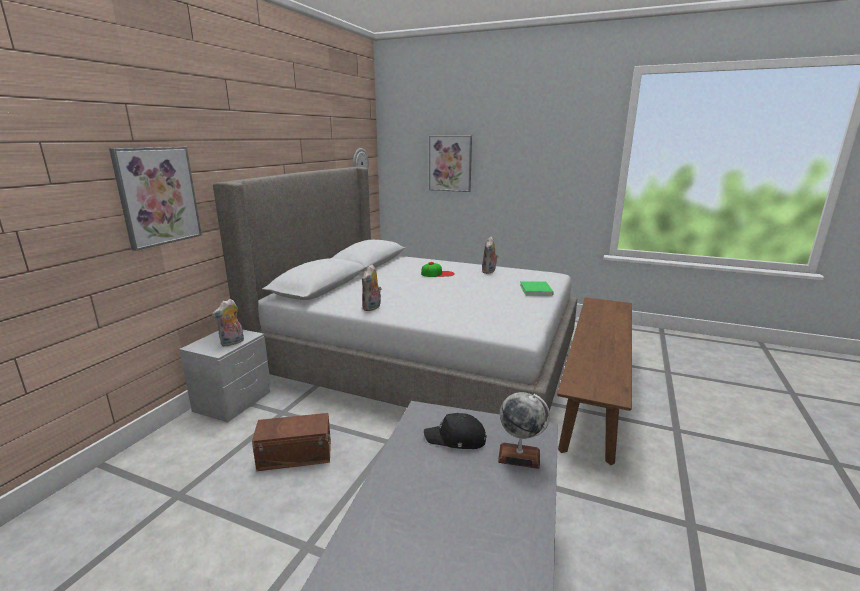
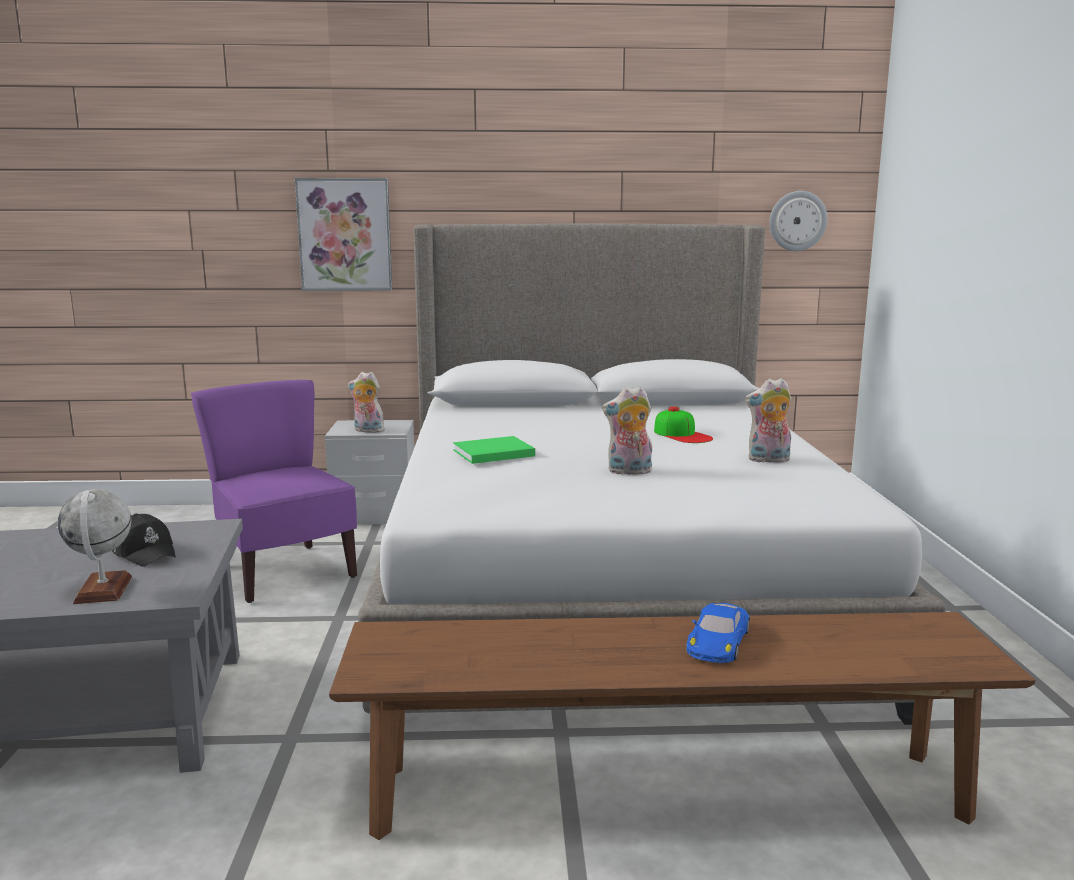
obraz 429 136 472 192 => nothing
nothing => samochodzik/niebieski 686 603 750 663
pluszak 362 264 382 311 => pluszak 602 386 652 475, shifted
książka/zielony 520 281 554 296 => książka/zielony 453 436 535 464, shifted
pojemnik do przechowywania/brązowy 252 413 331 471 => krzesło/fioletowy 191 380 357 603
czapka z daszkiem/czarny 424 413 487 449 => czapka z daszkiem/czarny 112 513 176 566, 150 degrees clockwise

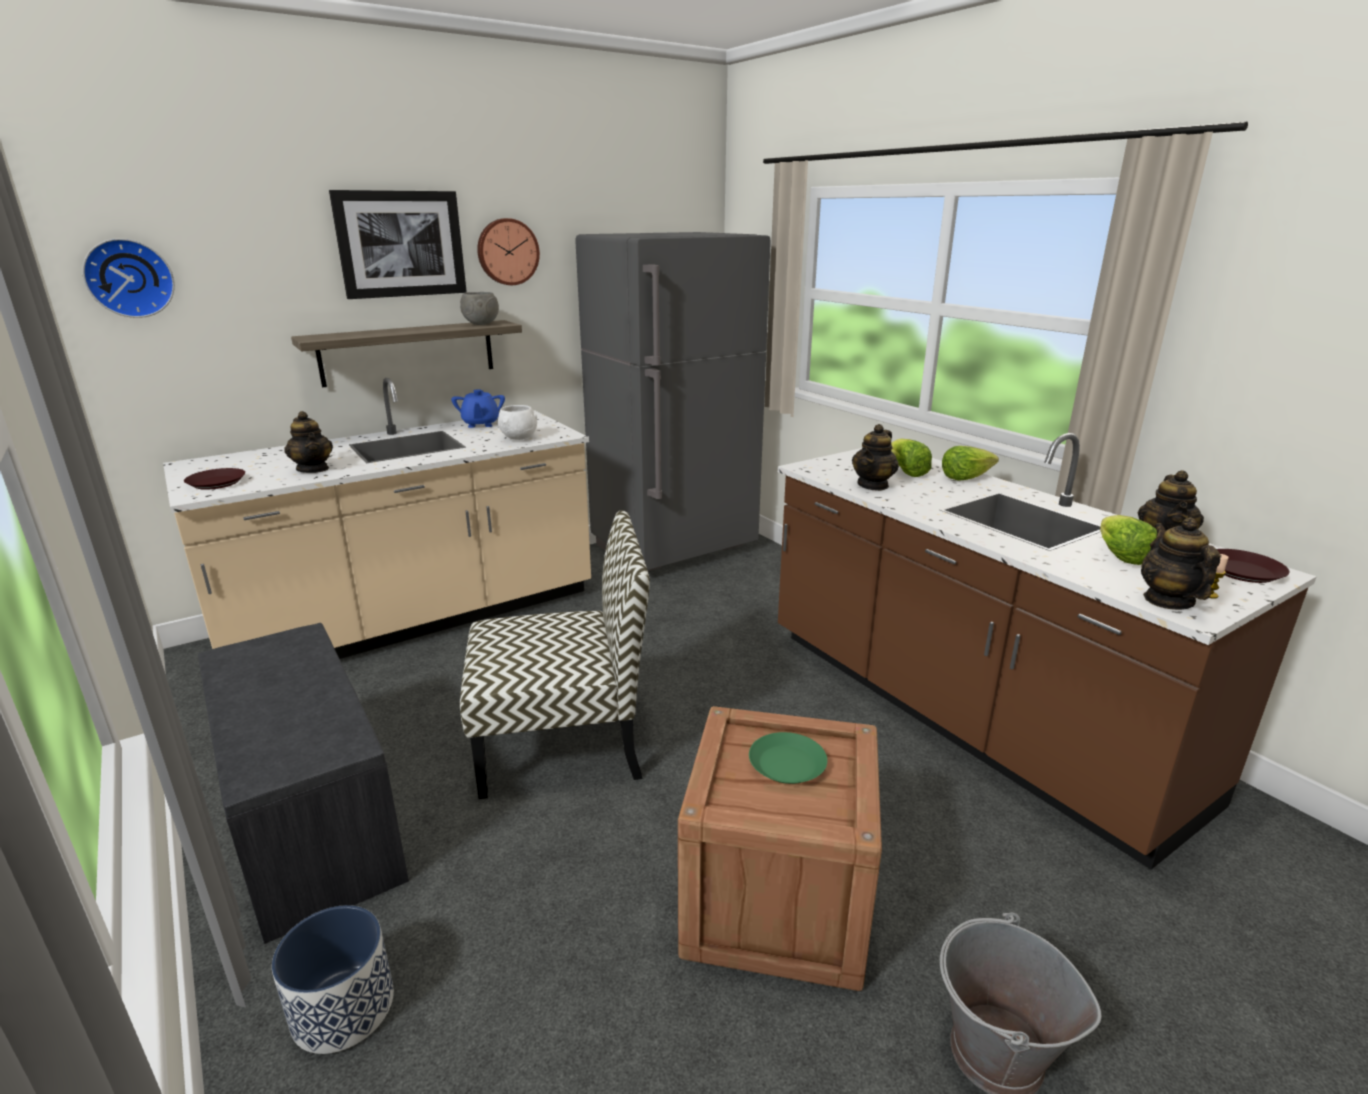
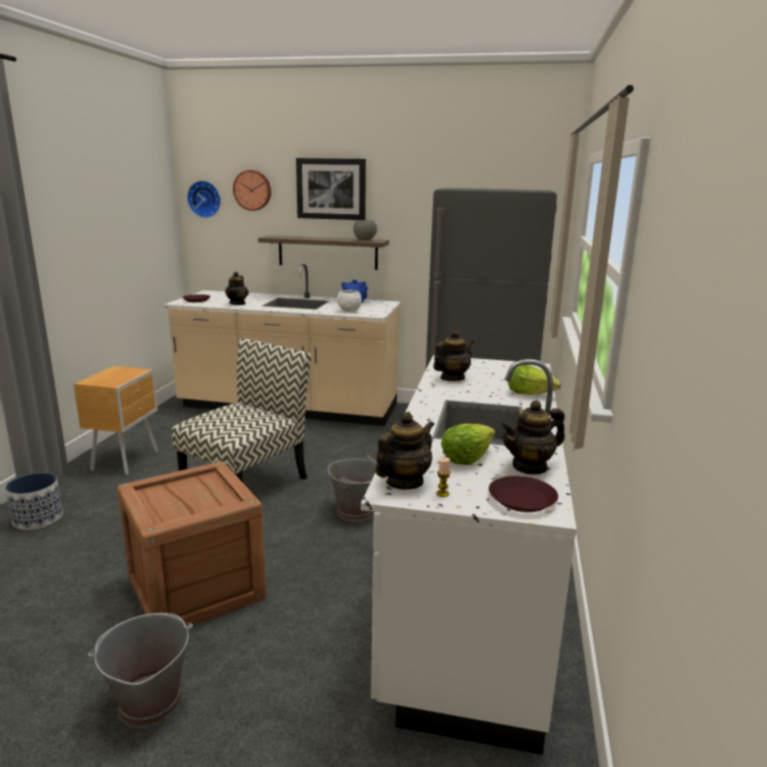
talerz/zielony 749 732 827 784 => nothing
sałata 891 438 932 477 => nothing
nothing => wiadro/szary 328 454 377 522
zegar ścienny 477 218 540 285 => zegar ścienny 233 170 271 211, shifted
ławka/szary 198 623 409 944 => szafka nocna/brązowy 73 366 159 475
zabudowa kuchenna/brązowy 778 433 1317 870 => zabudowa kuchenna/biały 361 355 577 755
krzesło 460 510 650 799 => krzesło 172 338 311 482, 90 degrees counterclockwise
imbryk 852 424 899 491 => imbryk 433 330 474 381, 150 degrees clockwise

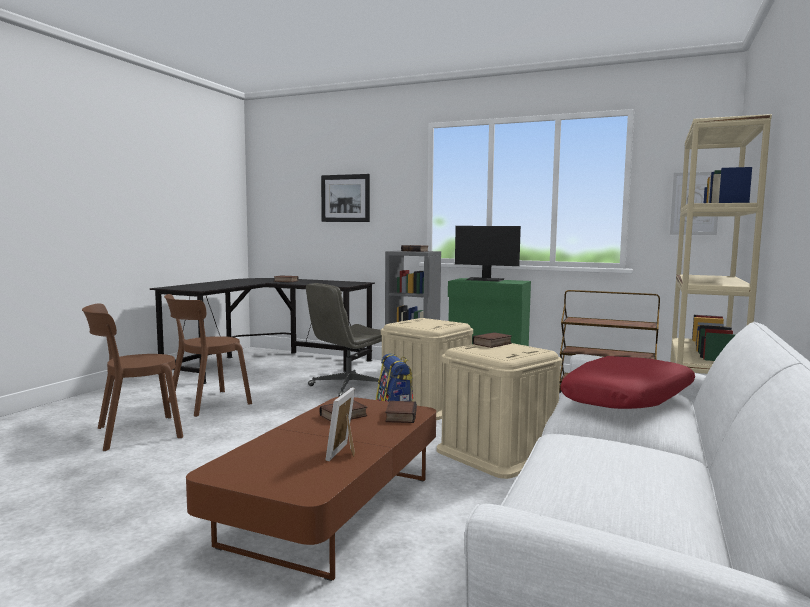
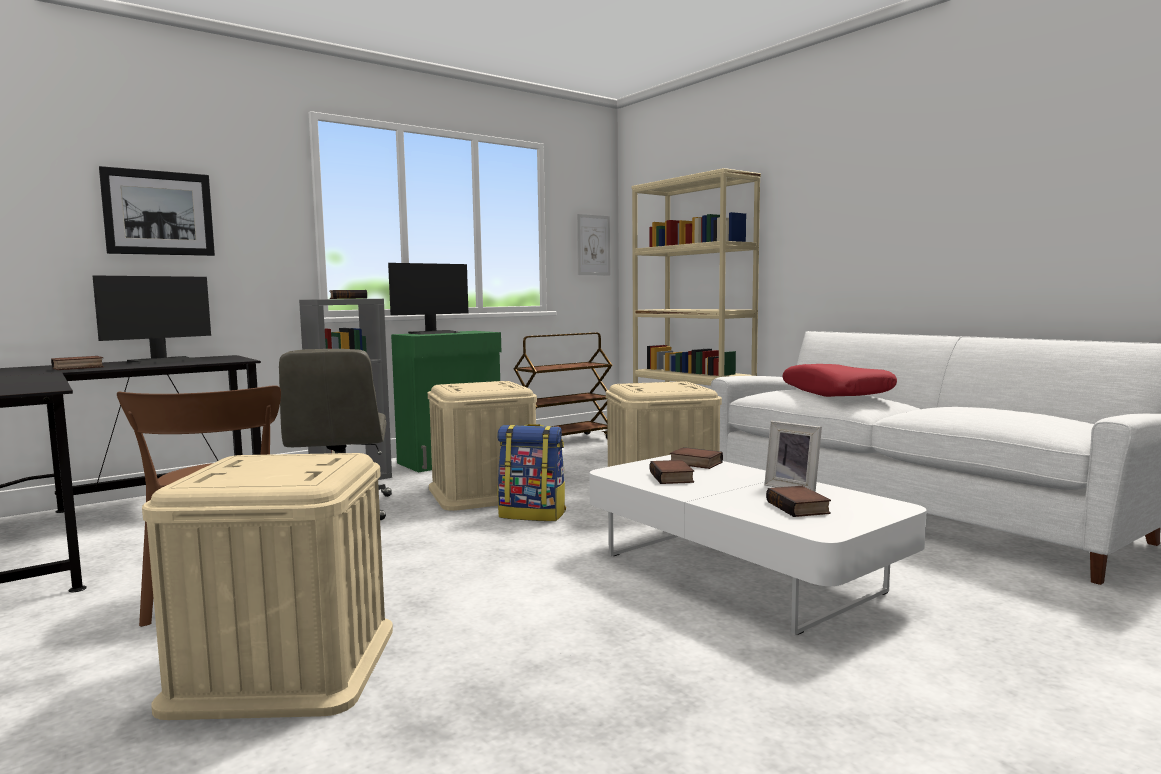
nothing => monitor 93 275 211 364
książka 472 332 512 348 => książka 766 486 831 517, shifted
krzesło/brązowy 82 303 183 451 => pojemnik do przechowywania/beżowy 142 453 393 720
ława/brązowy 186 396 436 581 => ława/biały 590 455 927 635

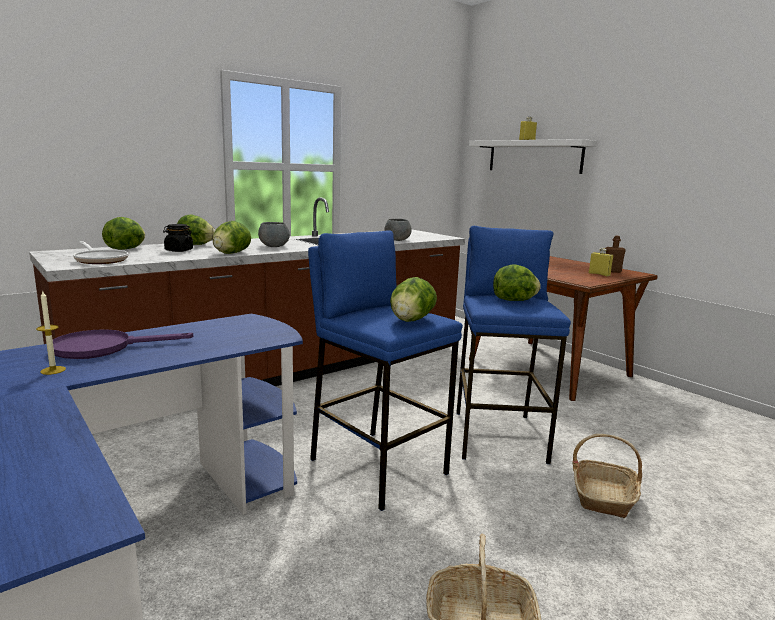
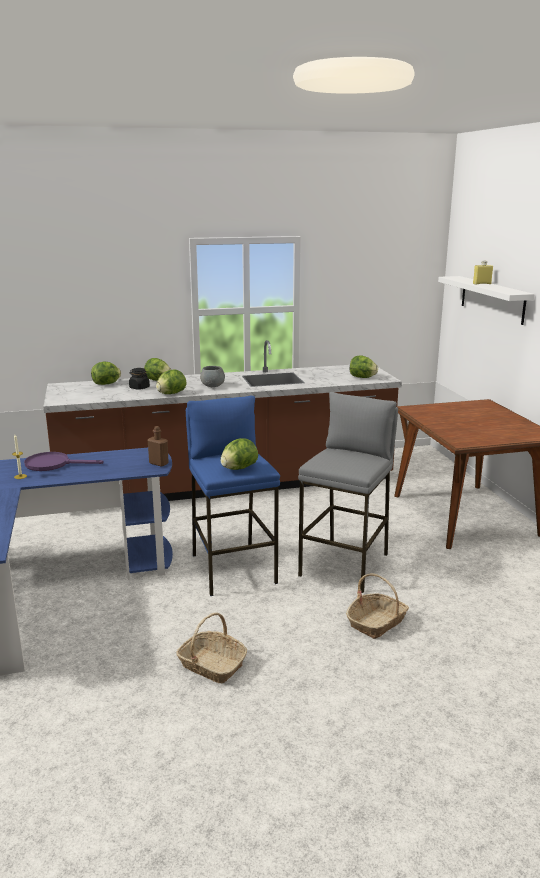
patelnia 73 241 129 264 => nothing
miska/szary 384 219 412 241 => nothing
butelka/żółty 589 248 613 277 => nothing
sałata 493 265 541 301 => sałata 350 355 378 378, shifted
butelka/brązowy 605 236 626 273 => butelka/brązowy 147 426 169 467, shifted
stołek/niebieski 456 226 571 464 => stołek/szary 298 392 398 593

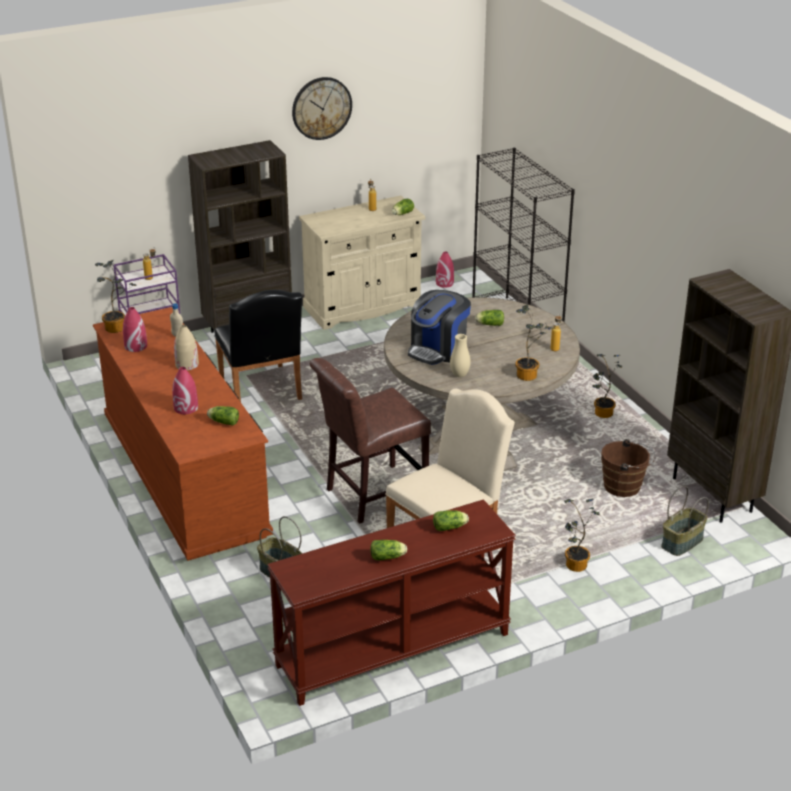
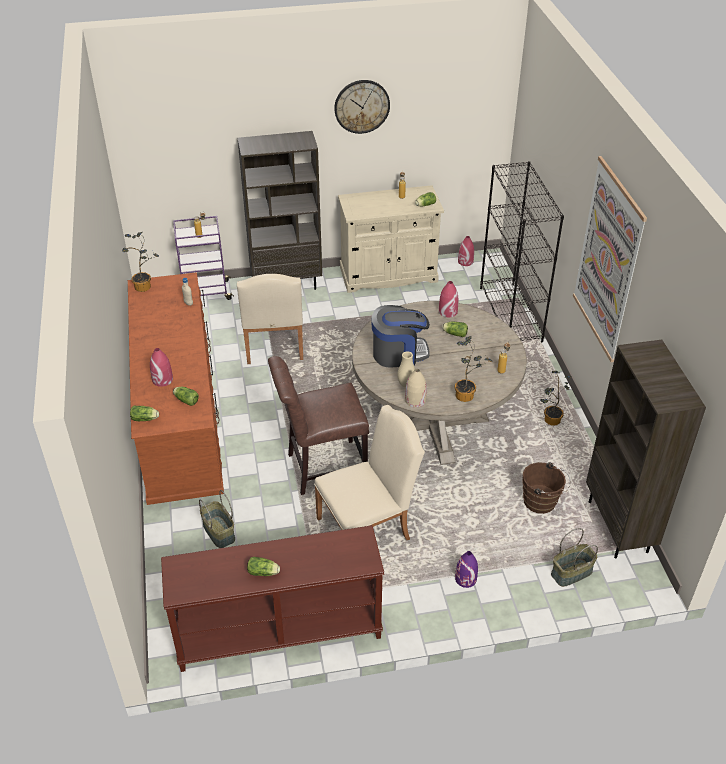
nothing => obraz 573 156 647 362
wazon/czerwony 123 307 147 352 => wazon/czerwony 439 281 458 317, shifted
wazon/beżowy 174 325 199 370 => wazon/beżowy 405 369 427 407, shifted
sałata 433 510 469 531 => sałata 130 405 159 421, shifted
roślina doniczkowa 564 499 600 572 => wazon/fioletowy 455 551 478 588
krzesło/czarny 214 290 302 402 => krzesło/beżowy 237 274 303 364
ekspres do kawy 408 290 471 365 => ekspres do kawy 372 305 430 367, 150 degrees counterclockwise

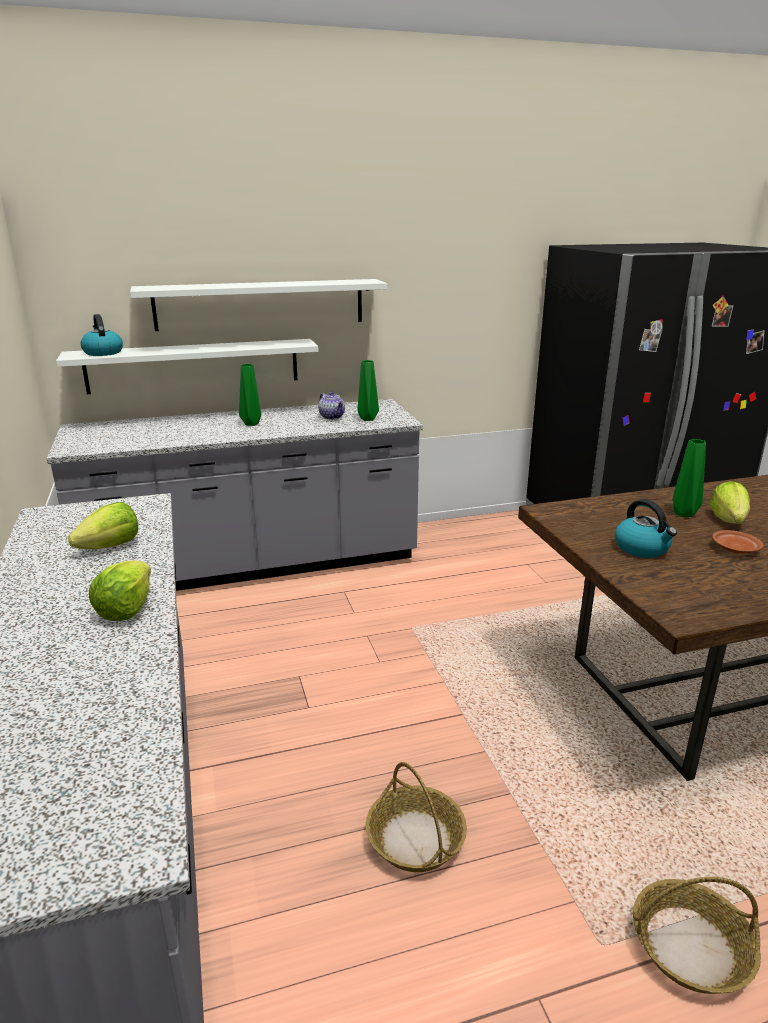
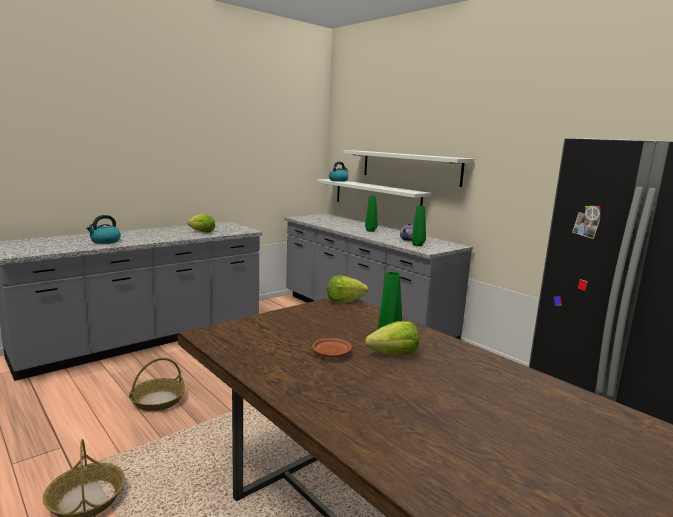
sałata 89 560 151 621 => sałata 327 276 368 303, shifted
czajnik 615 499 677 558 => czajnik 86 215 121 244, shifted

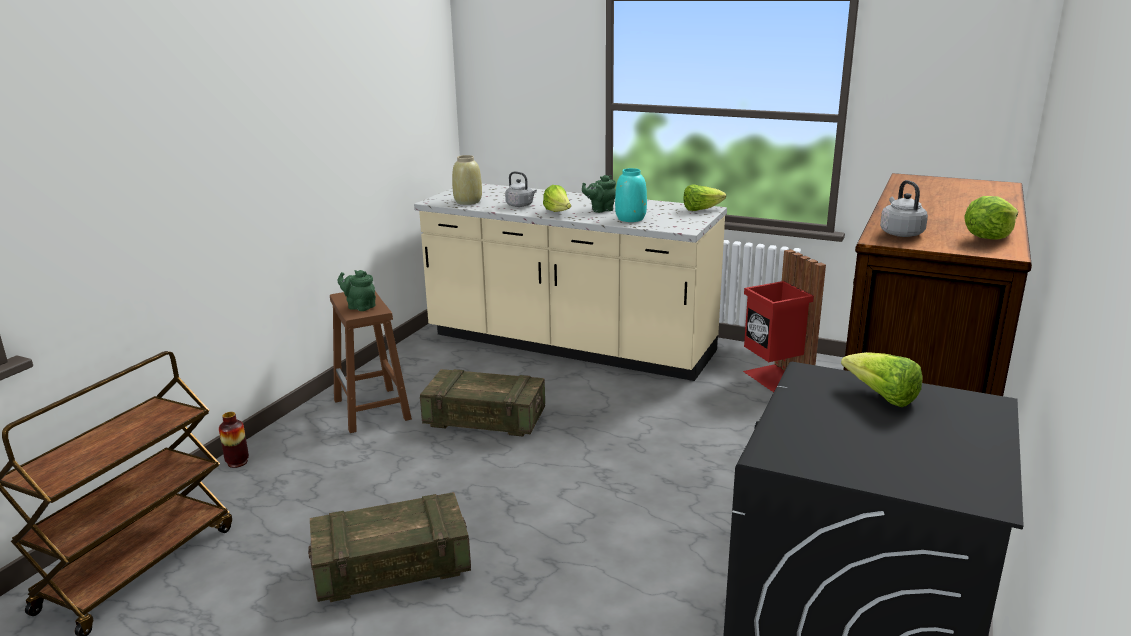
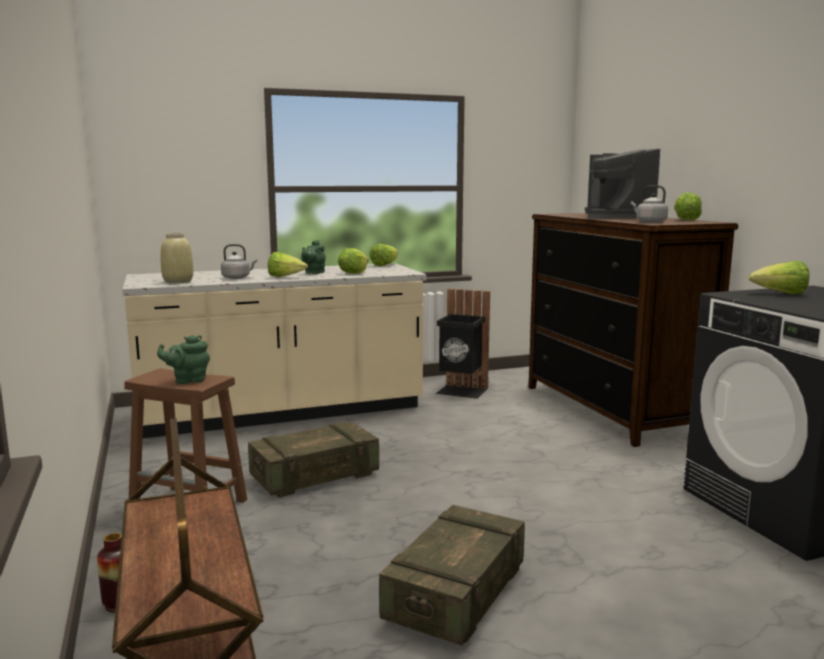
nothing => ekspres do kawy 585 149 660 219
wazon/turkusowy 615 168 647 222 => sałata 338 248 369 274
kosz na śmieci/czerwony 743 249 826 392 => kosz na śmieci/czarny 436 289 490 399

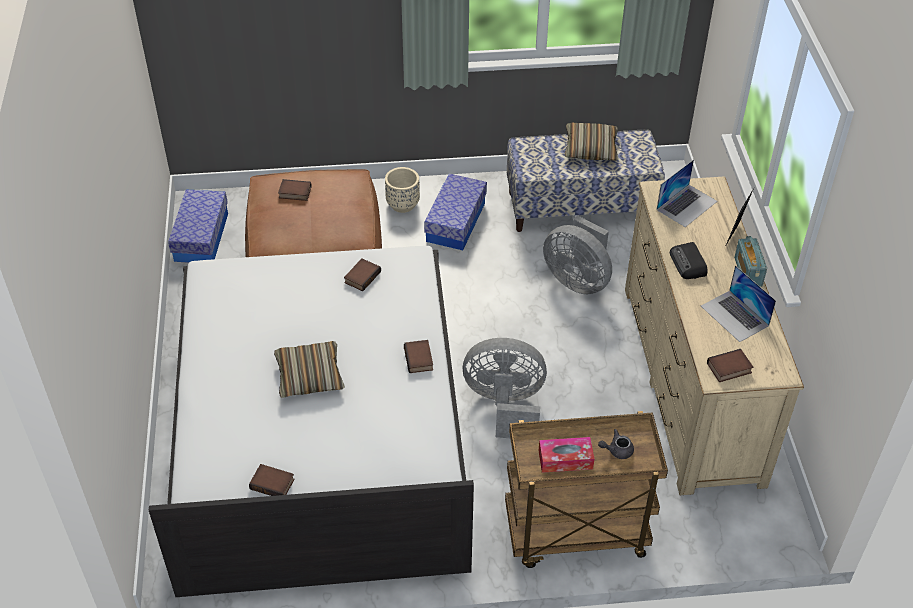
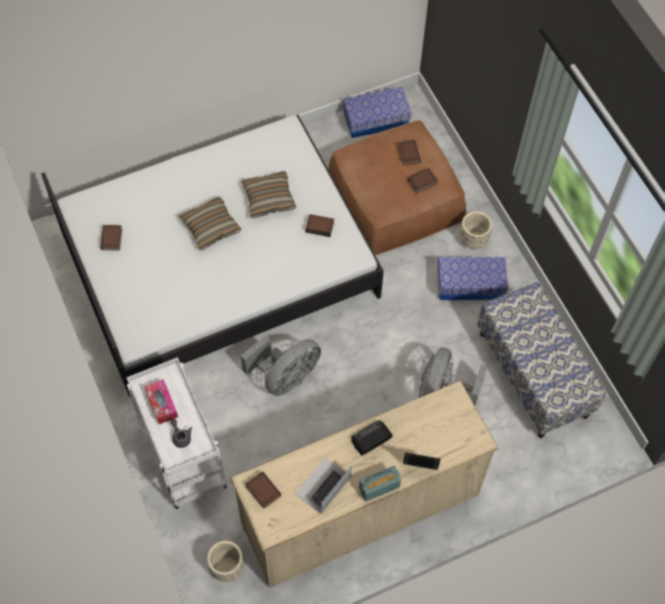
laptop 656 159 717 227 => nothing
nothing => donica/beżowy 207 541 244 582
książka 404 340 433 373 => książka 408 168 438 194, shifted
poduszka 565 123 618 161 => poduszka 241 171 296 218, shifted
wózek/brązowy 505 411 668 568 => wózek/biały 127 357 227 509
wentylator/szary 463 338 547 438 => wentylator/szary 241 335 321 396, 60 degrees clockwise

